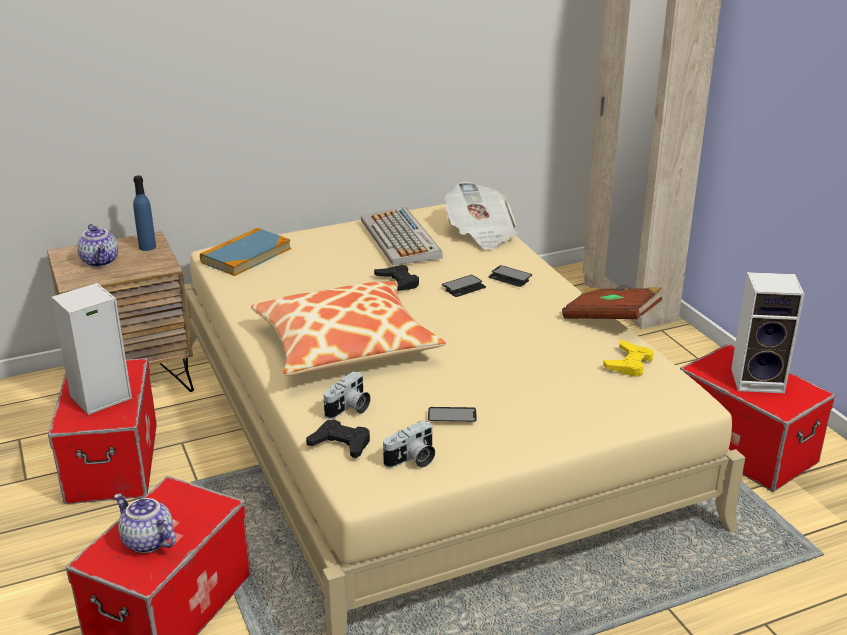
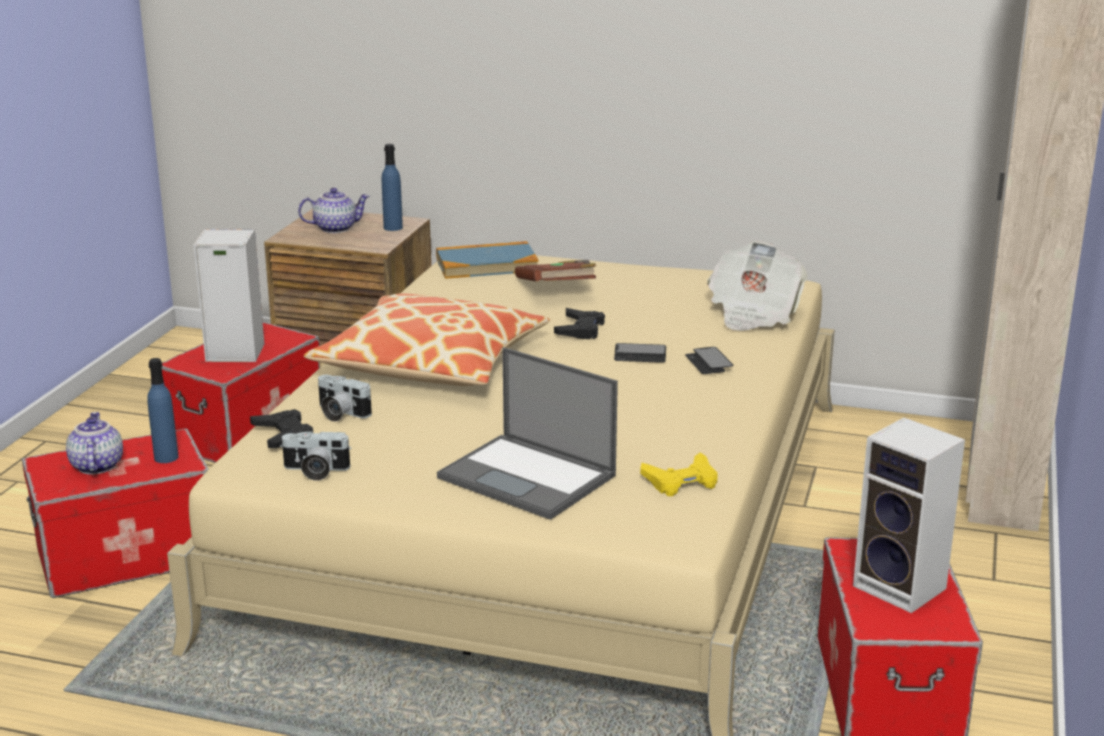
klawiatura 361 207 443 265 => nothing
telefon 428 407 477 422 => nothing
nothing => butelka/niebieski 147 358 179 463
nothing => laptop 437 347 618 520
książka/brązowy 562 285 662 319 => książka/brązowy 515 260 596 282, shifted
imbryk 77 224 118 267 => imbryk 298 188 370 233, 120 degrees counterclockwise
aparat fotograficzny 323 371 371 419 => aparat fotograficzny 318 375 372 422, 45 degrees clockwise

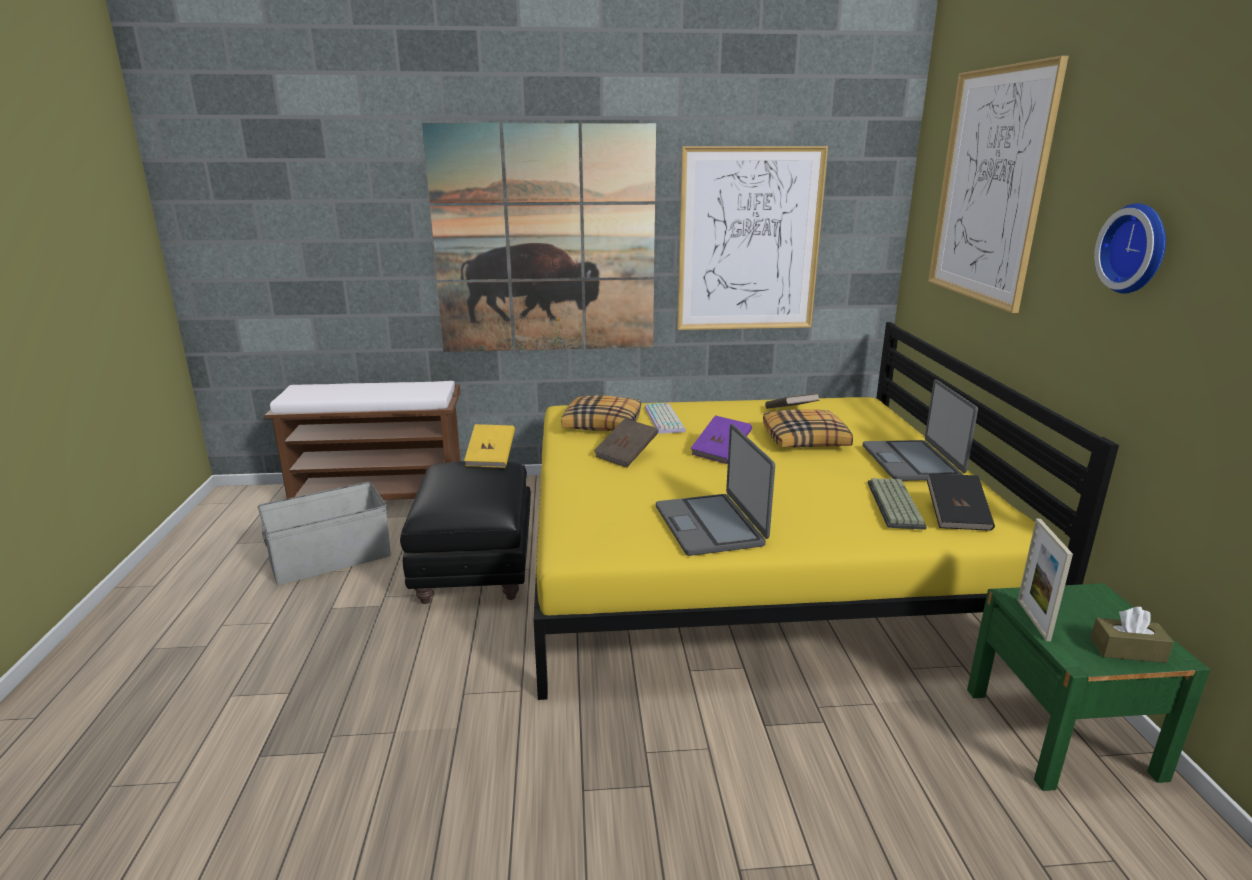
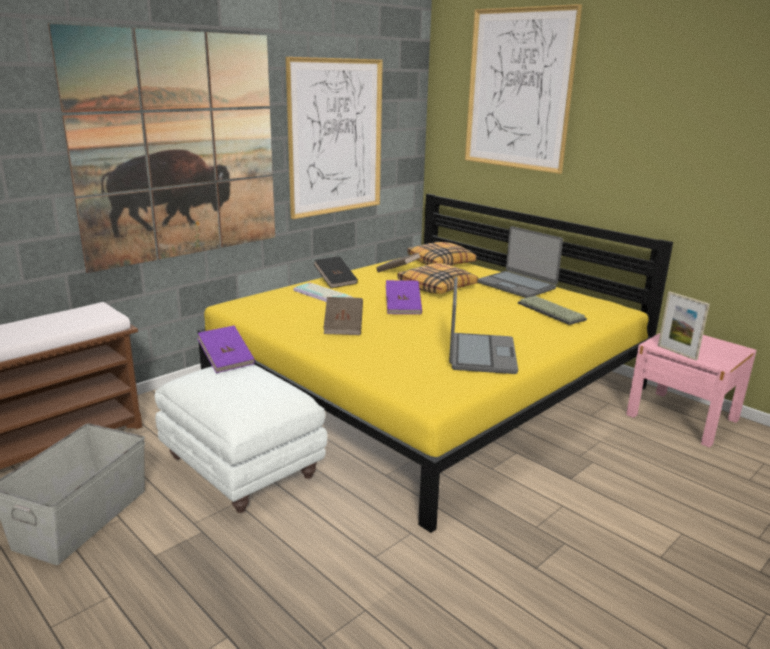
pudełko chusteczek/brązowy 1091 607 1174 663 => nothing
zegar ścienny 1094 203 1166 294 => nothing
poduszka 561 395 641 431 => poduszka 407 242 477 266, shifted
książka/czarny 927 473 995 531 => książka/czarny 313 256 358 288, shifted
pufa/czarny 400 461 531 604 => pufa/biały 155 364 328 513
książka/żółty 464 424 515 468 => książka/fioletowy 197 326 255 373
szafka nocna/zielony 967 583 1210 791 => szafka nocna/różowy 626 333 757 448
laptop 656 424 775 556 => laptop 449 277 518 374, 120 degrees counterclockwise

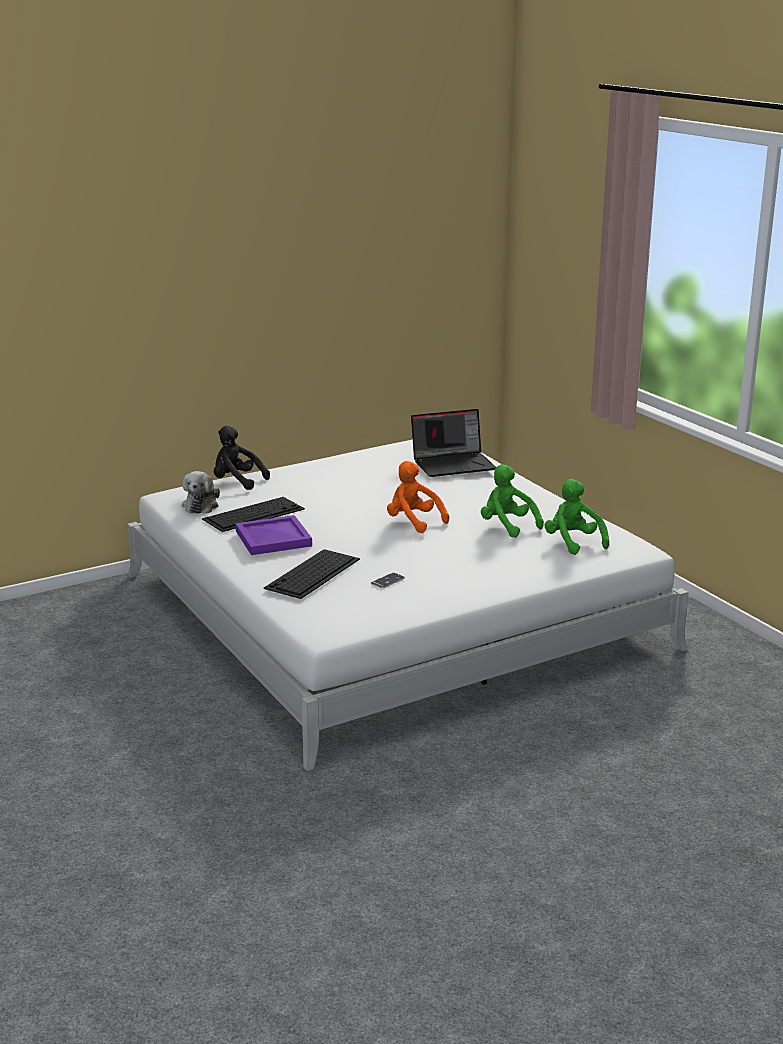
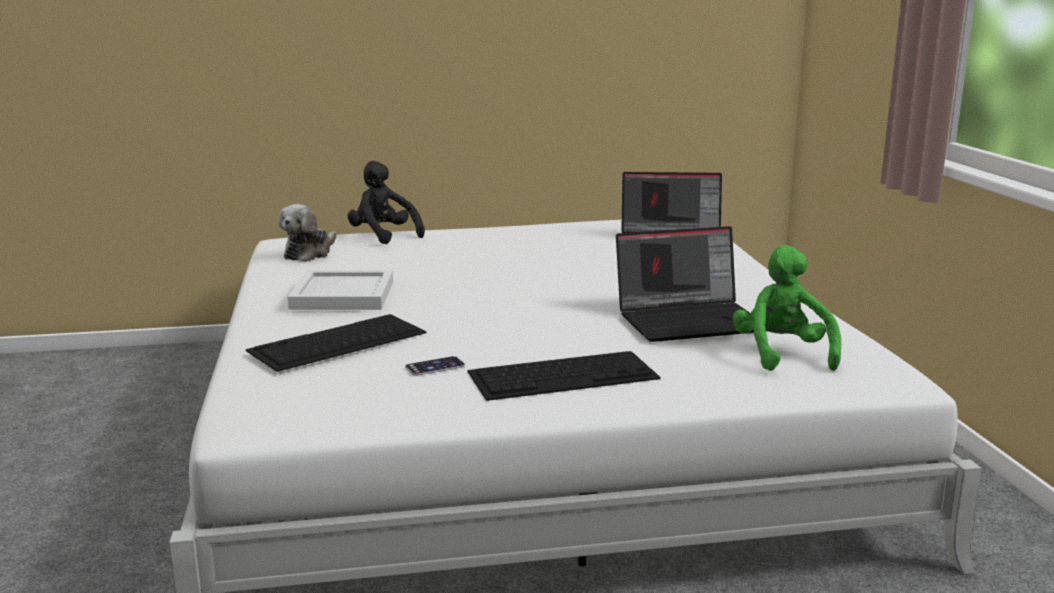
pluszak/pomarańczowy 387 461 449 533 => nothing
klawiatura 202 497 305 532 => klawiatura 467 351 661 401, shifted
pluszak/zielony 481 464 544 538 => laptop 616 226 754 342
taca/fioletowy 236 515 312 555 => taca/biały 288 270 393 310

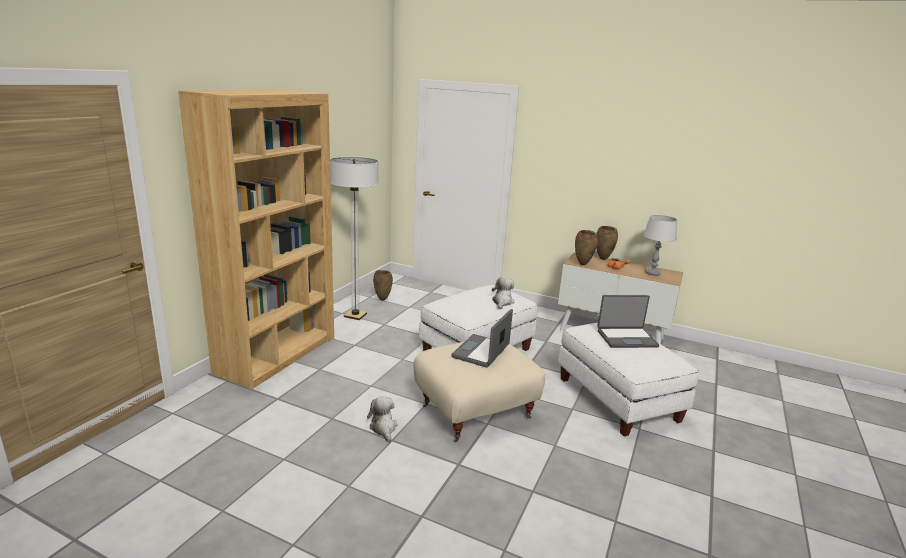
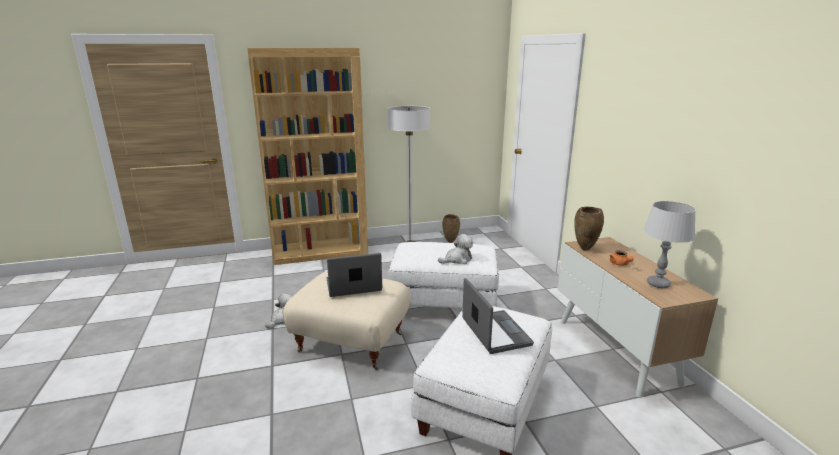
wazon/brązowy 596 226 618 260 => nothing
laptop 597 295 659 348 => laptop 462 278 534 354, 150 degrees counterclockwise

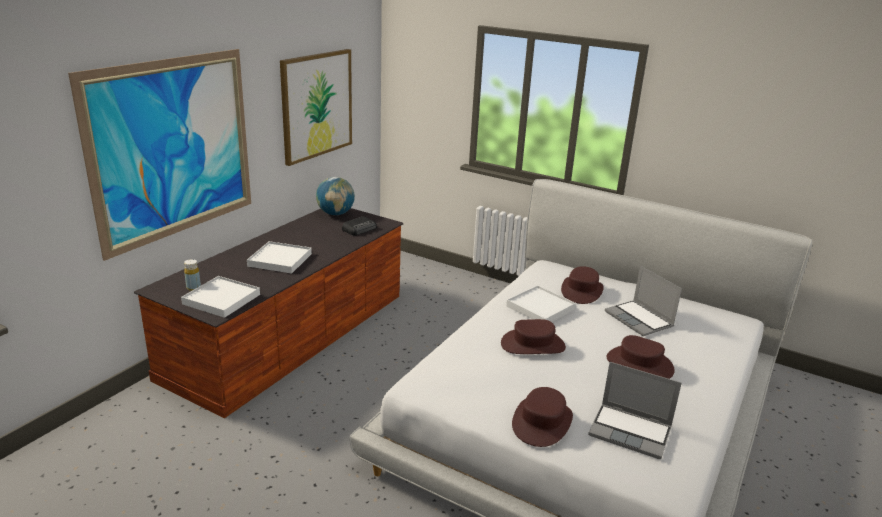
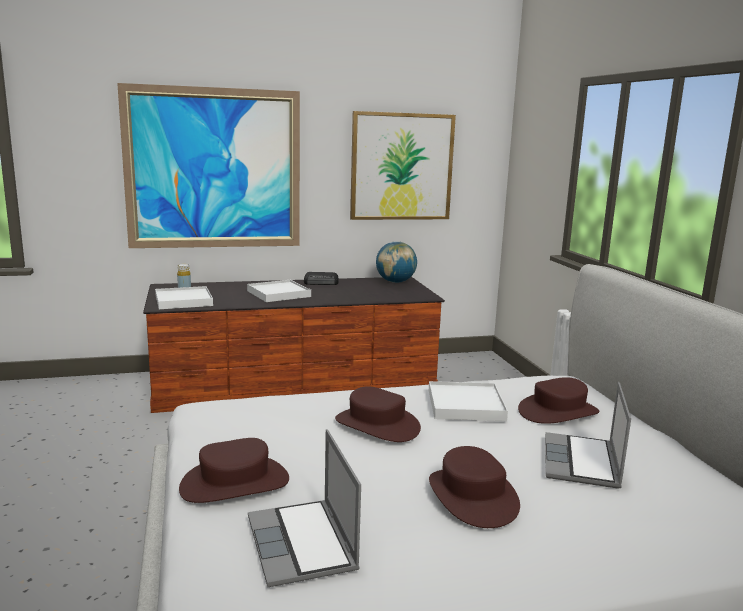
radio 342 216 377 235 => radio 304 272 339 285, shifted

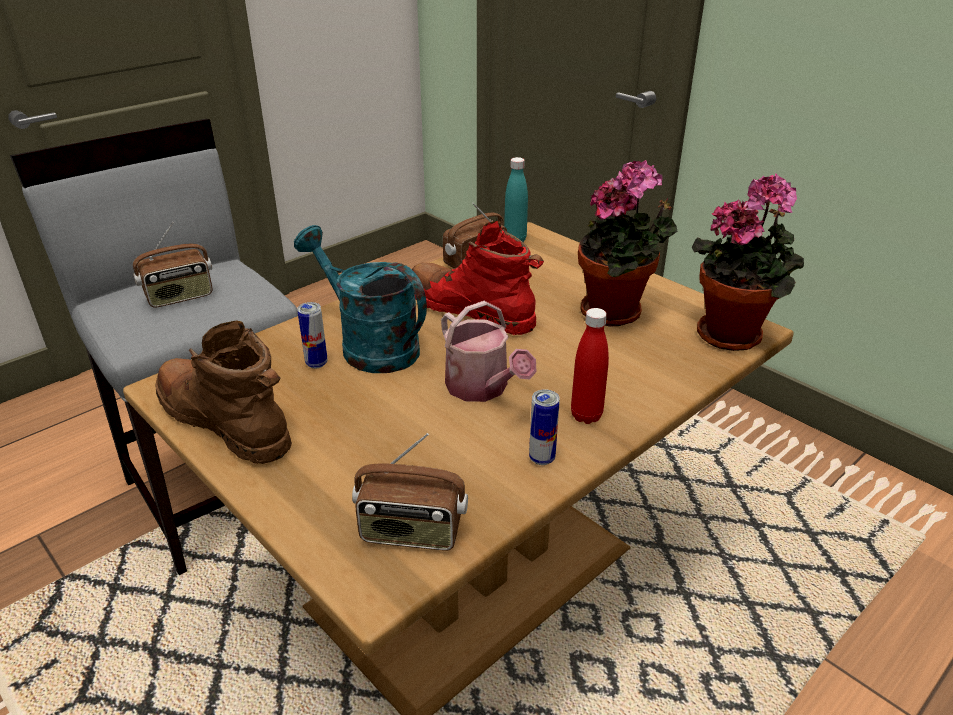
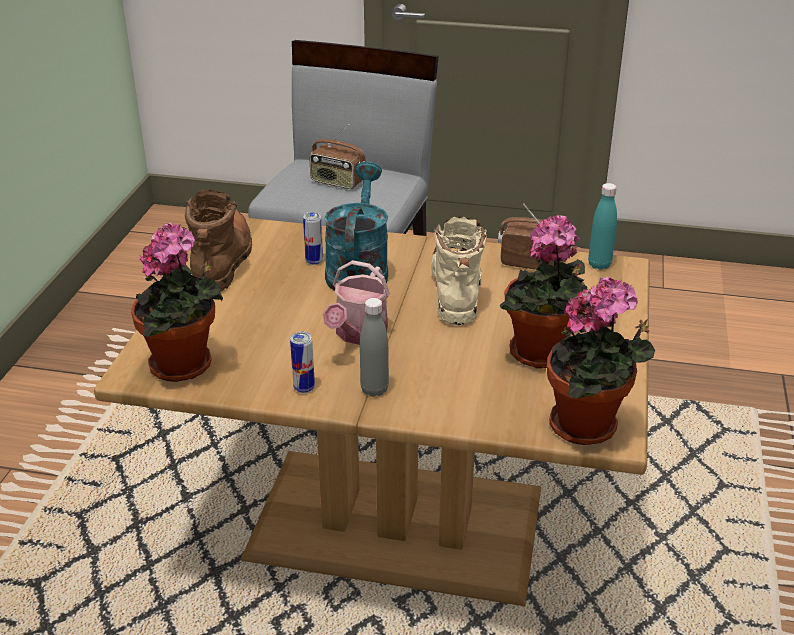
radio 352 433 468 551 => roślina doniczkowa 131 223 223 382
but z cholewką/czerwony 412 221 544 335 => but z cholewką/beżowy 431 216 487 325
butelka/czerwony 571 308 609 424 => butelka/szary 360 298 389 397

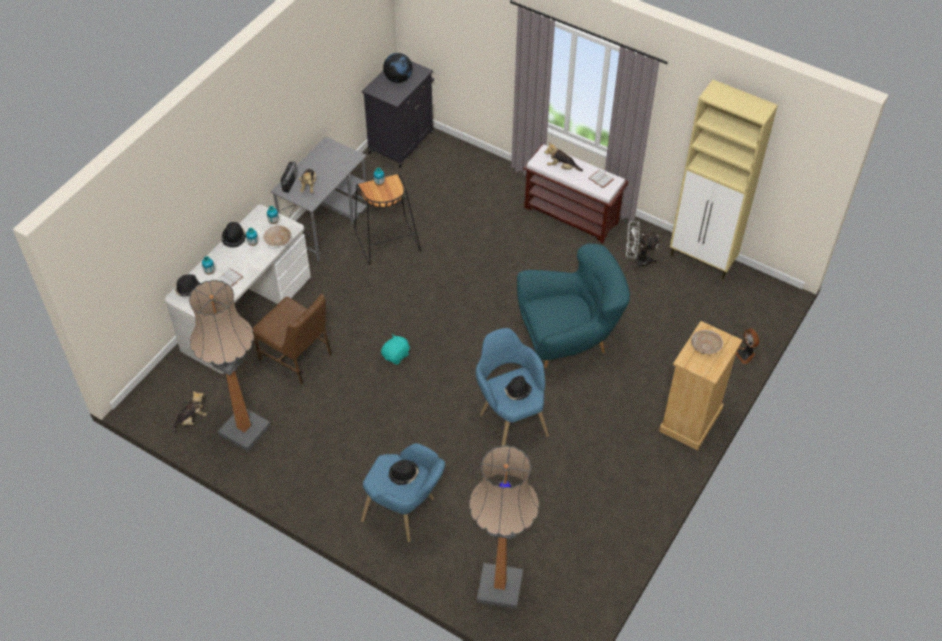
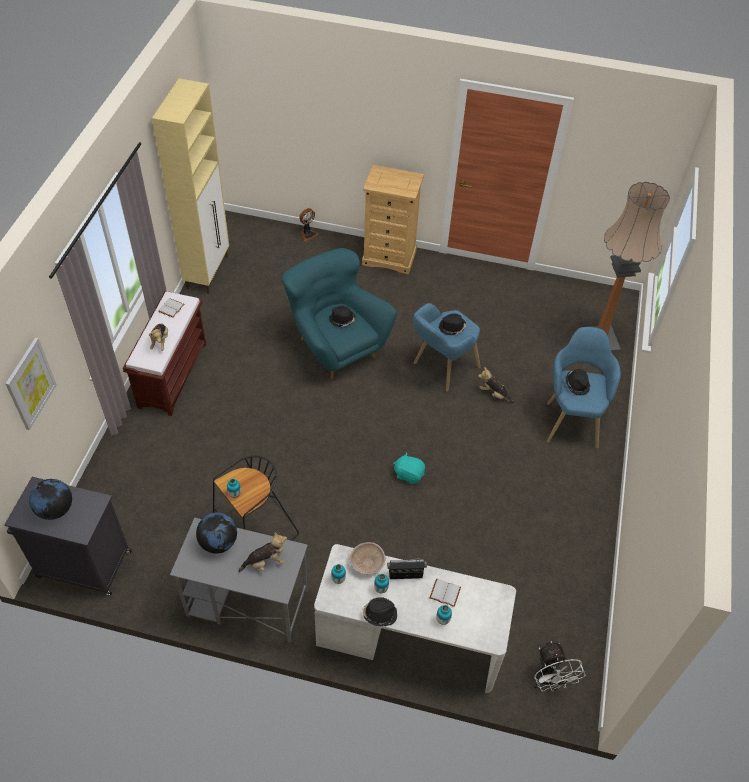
lampa stojąca 189 280 271 452 => nothing
krzesło/brązowy 252 294 332 384 => nothing
miska/beżowy 691 330 723 354 => nothing
nothing => obraz 5 338 57 430
nothing => globus 196 513 237 554
pluszak 172 391 207 433 => pluszak 478 367 514 403, shifted
kapelusz/czarny 175 274 201 297 => kapelusz/czarny 329 306 356 327, shifted
radio 281 161 297 193 => radio 387 558 427 579, shifted
wentylator/biały 626 221 660 271 => wentylator/biały 534 641 585 692, shifted

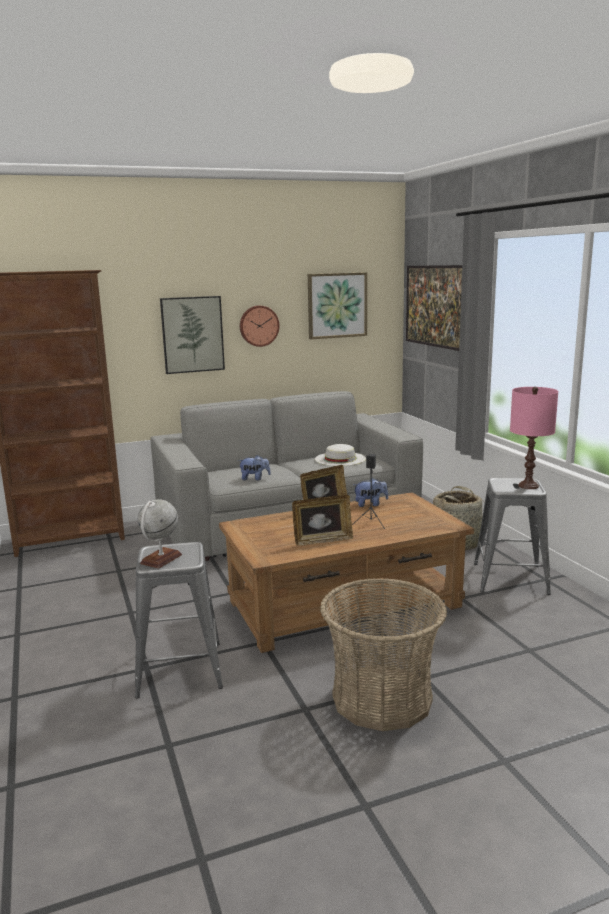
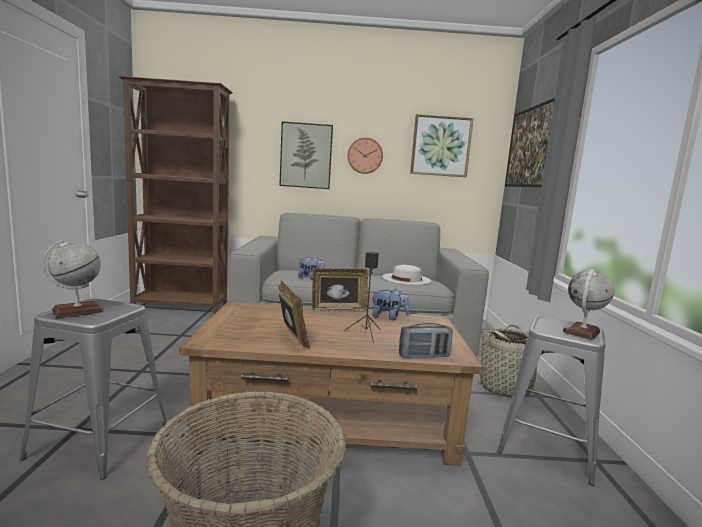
nothing => radio 399 323 453 358
lampa stołowa/różowy 510 387 558 489 => globus 564 269 614 340
ramka na zdjęcie 292 494 353 546 => ramka na zdjęcie 278 281 310 348, 120 degrees counterclockwise

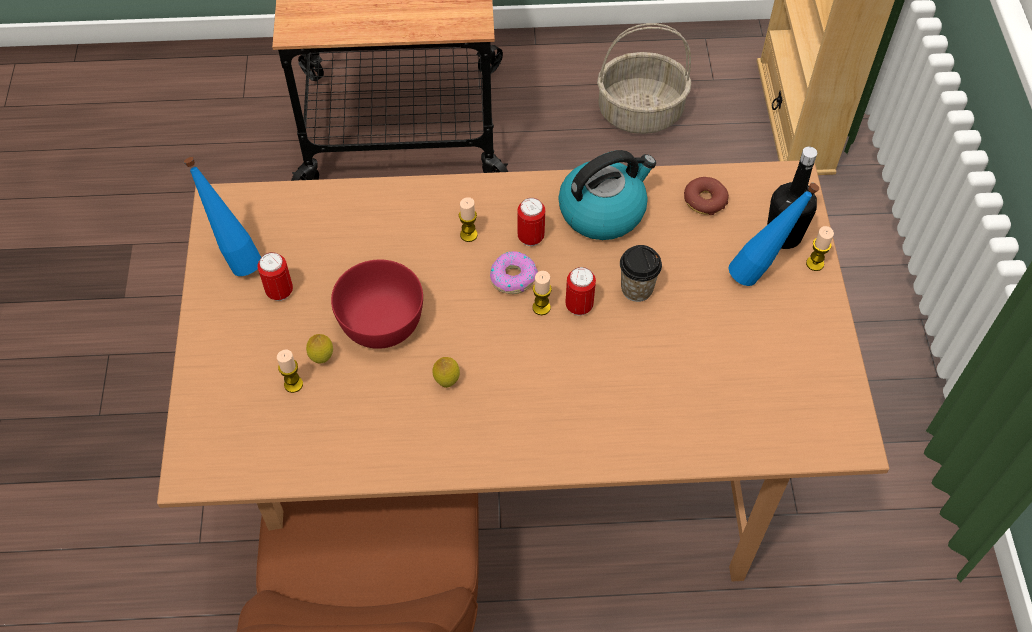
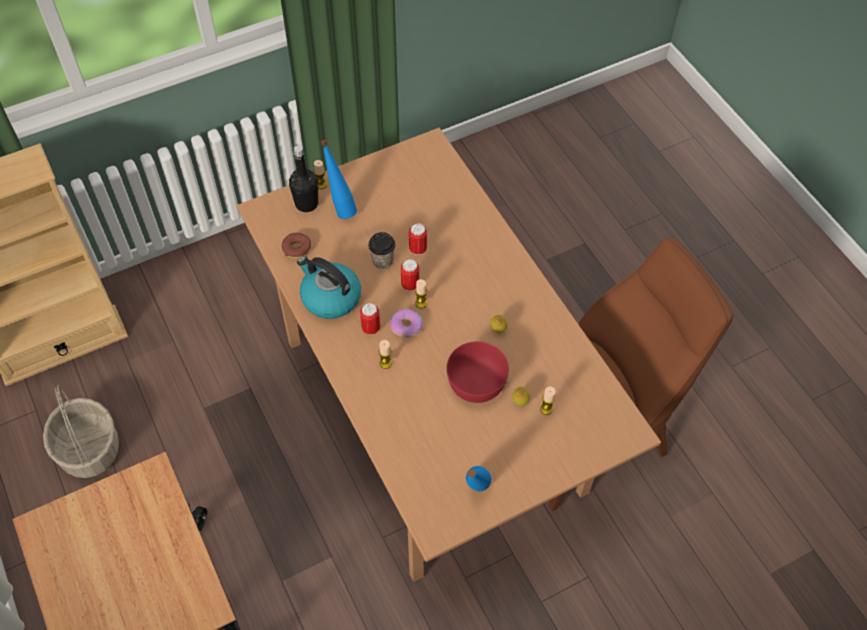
puszka 257 252 293 301 => puszka 409 223 427 255, shifted

